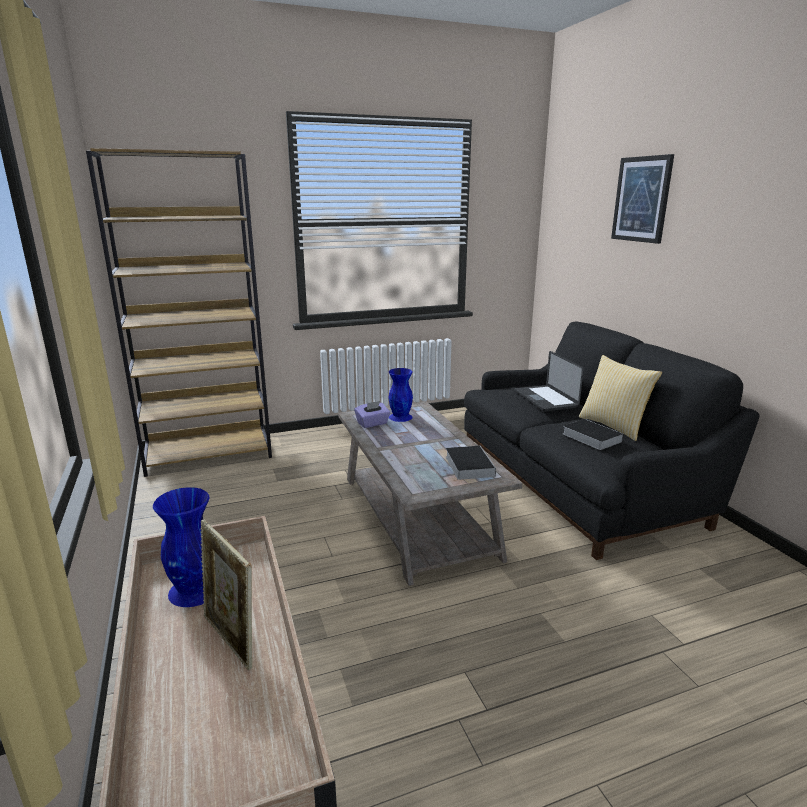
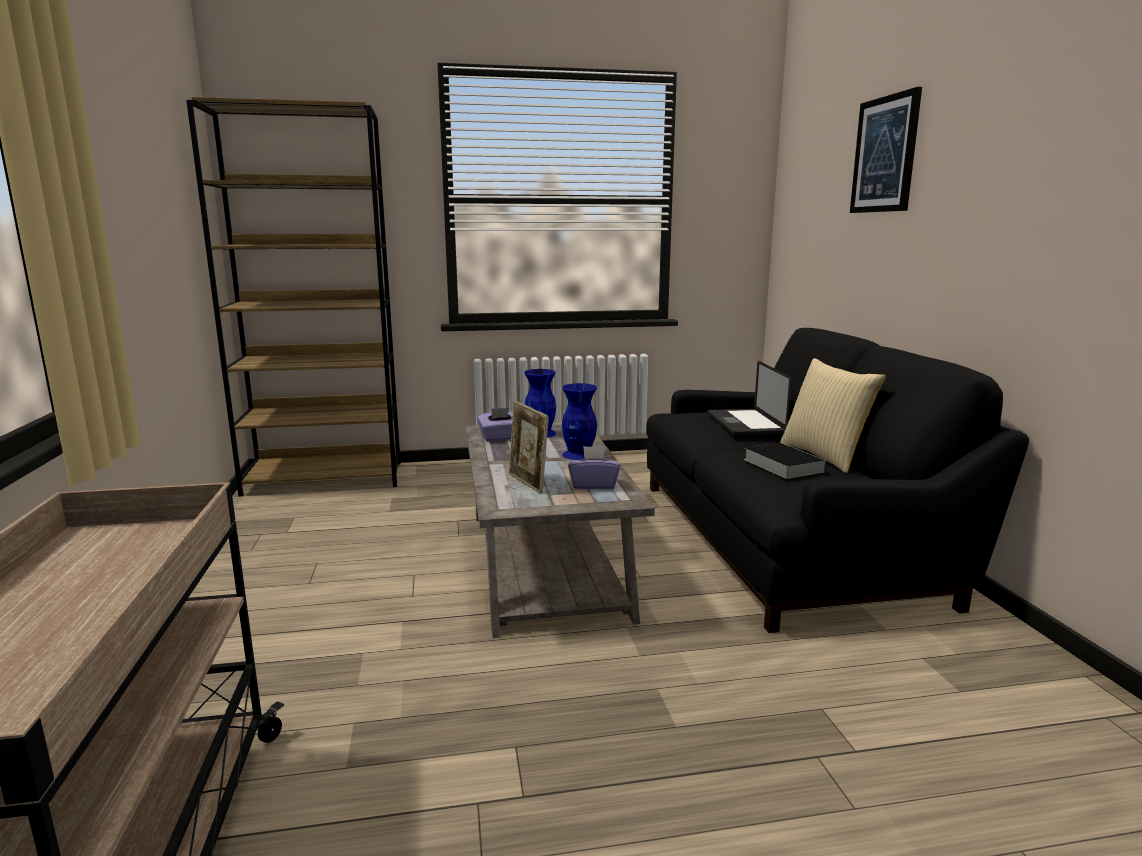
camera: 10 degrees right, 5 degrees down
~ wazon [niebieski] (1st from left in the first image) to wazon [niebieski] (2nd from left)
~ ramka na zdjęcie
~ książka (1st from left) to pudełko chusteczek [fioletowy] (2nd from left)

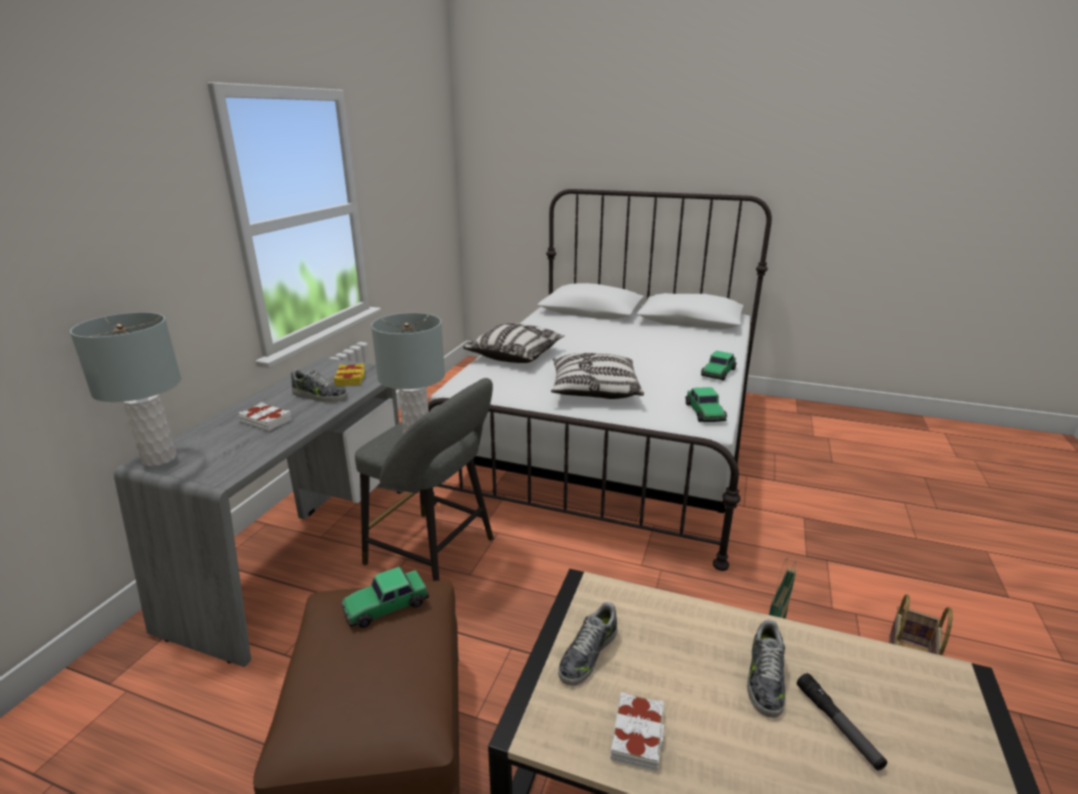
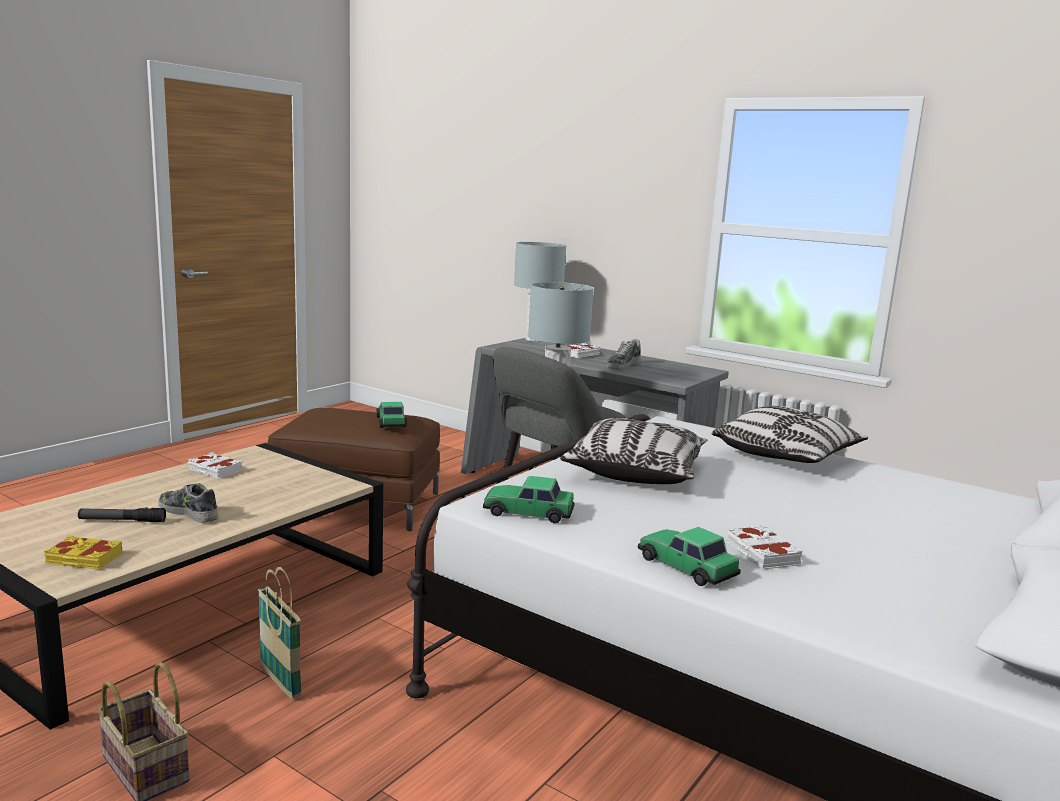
camera: 105 degrees right, 10 degrees down
~ książka [żółty]
- but (2nd from left)
+ książka [biały] (3rd from left)

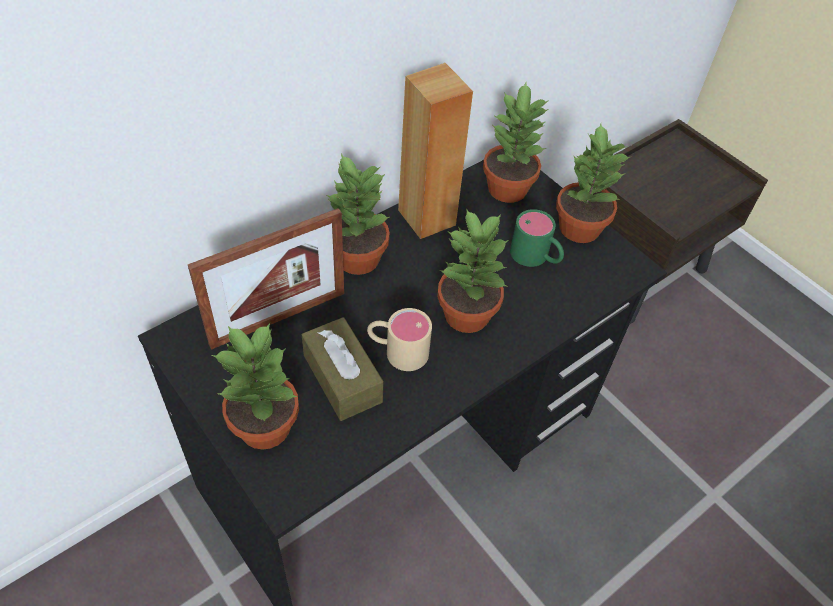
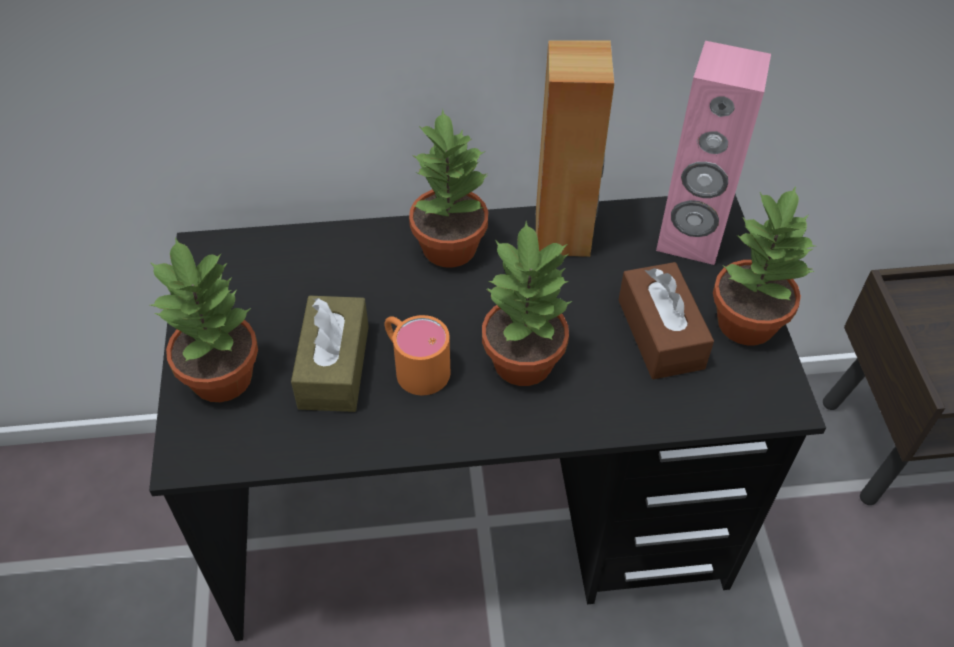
camera: 35 degrees right, 0 degrees up
- ramka na zdjęcie
~ kubek [beżowy] to kubek [pomarańczowy]
~ roślina doniczkowa (4th from left) to głośnik [różowy]
~ kubek [zielony] to pudełko chusteczek [brązowy] (2nd from left)

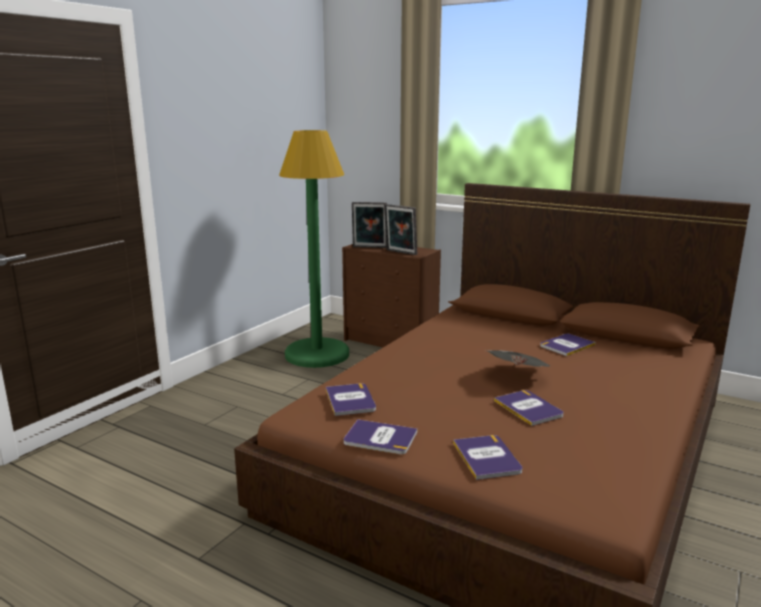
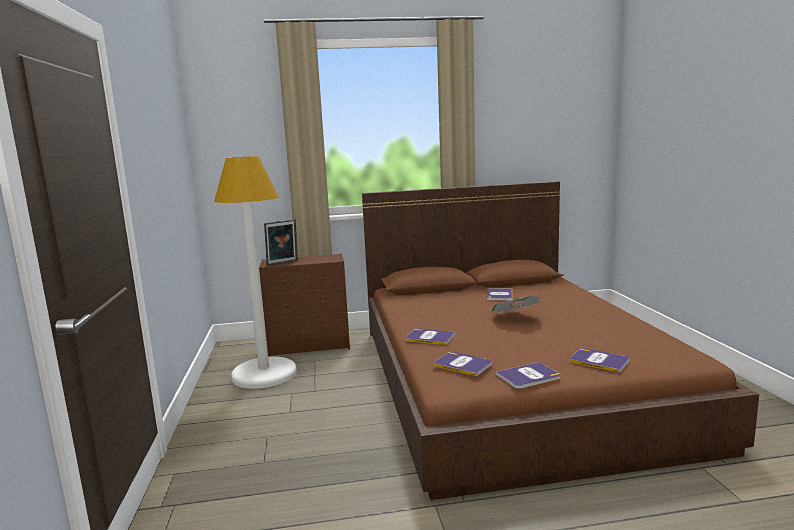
camera: 40 degrees left, 5 degrees down
~ lampa stojąca [zielony] to lampa stojąca [biały]
- ramka na zdjęcie (2nd from left)
~ książka (4th from left in the first image) to książka (1st from left)

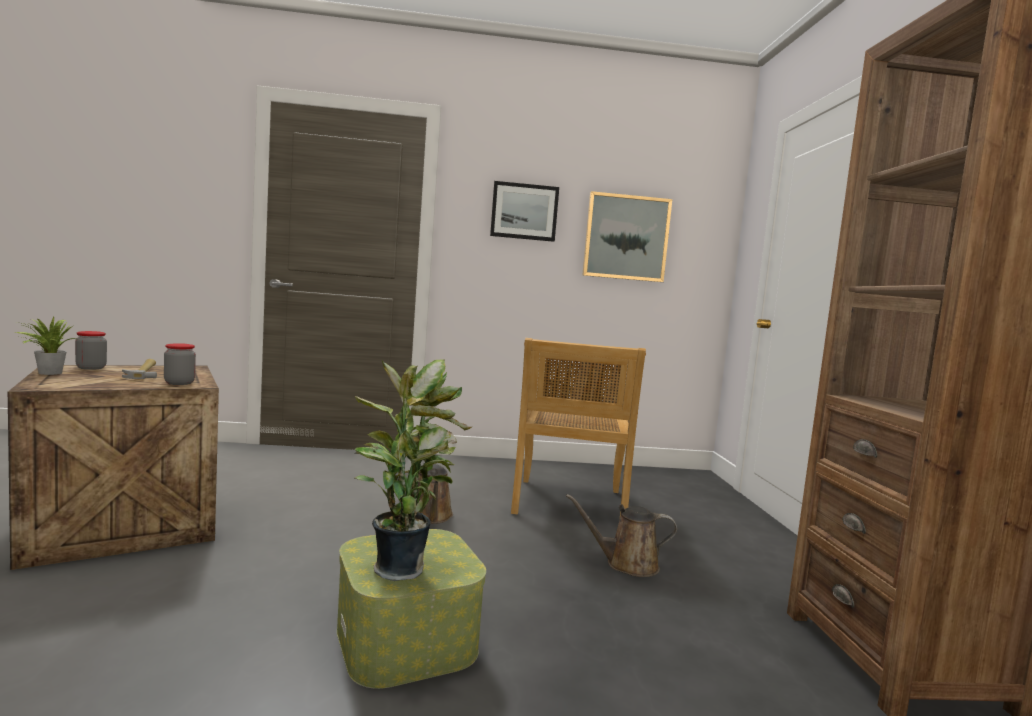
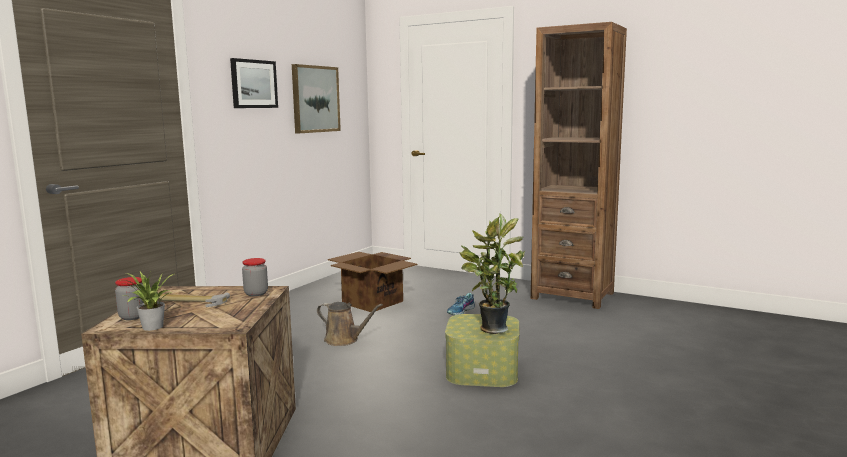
camera: 55 degrees left, 5 degrees up
~ krzesło [beżowy] to karton
~ konewka [brązowy] (2nd from left) to but

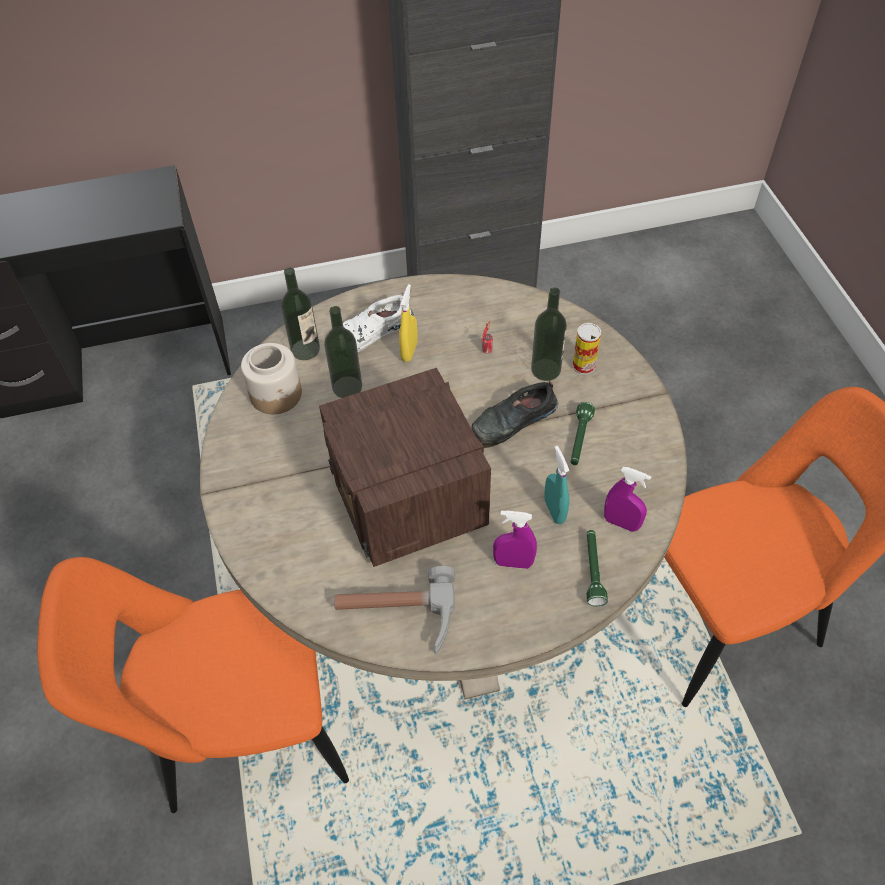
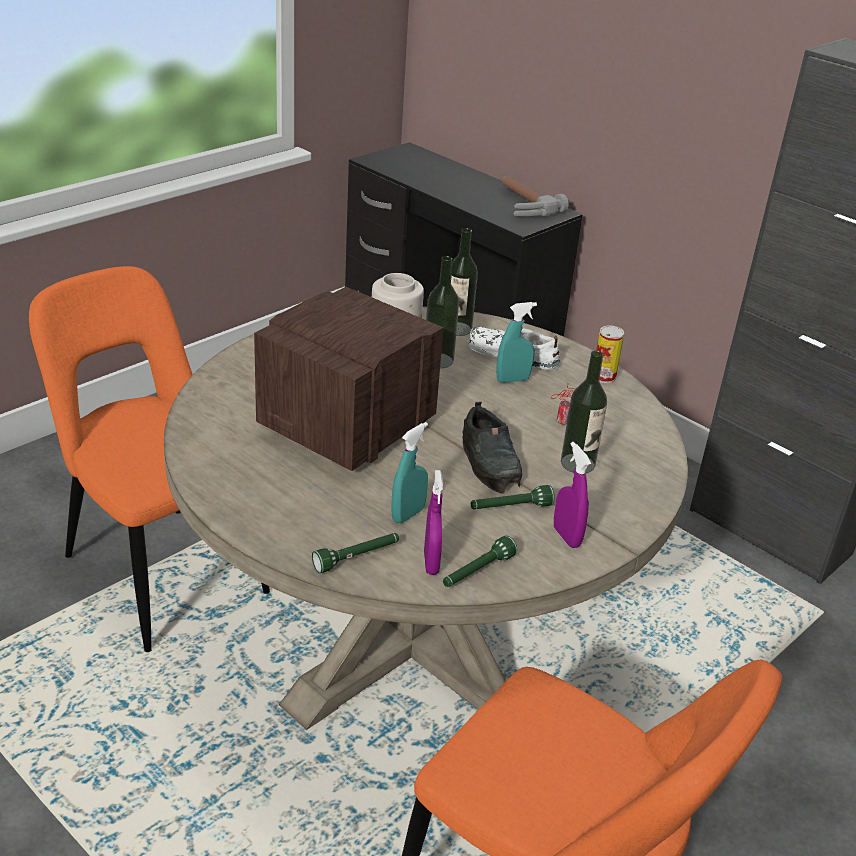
camera: 55 degrees right, 20 degrees down
~ młotek
~ spryskiwacz [żółty] to spryskiwacz [turkusowy] (2nd from left)
~ but [czarny] 135 degrees counterclockwise
~ spryskiwacz [fioletowy] (1st from left in the first image) to spryskiwacz [fioletowy] (2nd from left)
~ puszka (2nd from left)
+ latarka [zielony] (2nd from left)

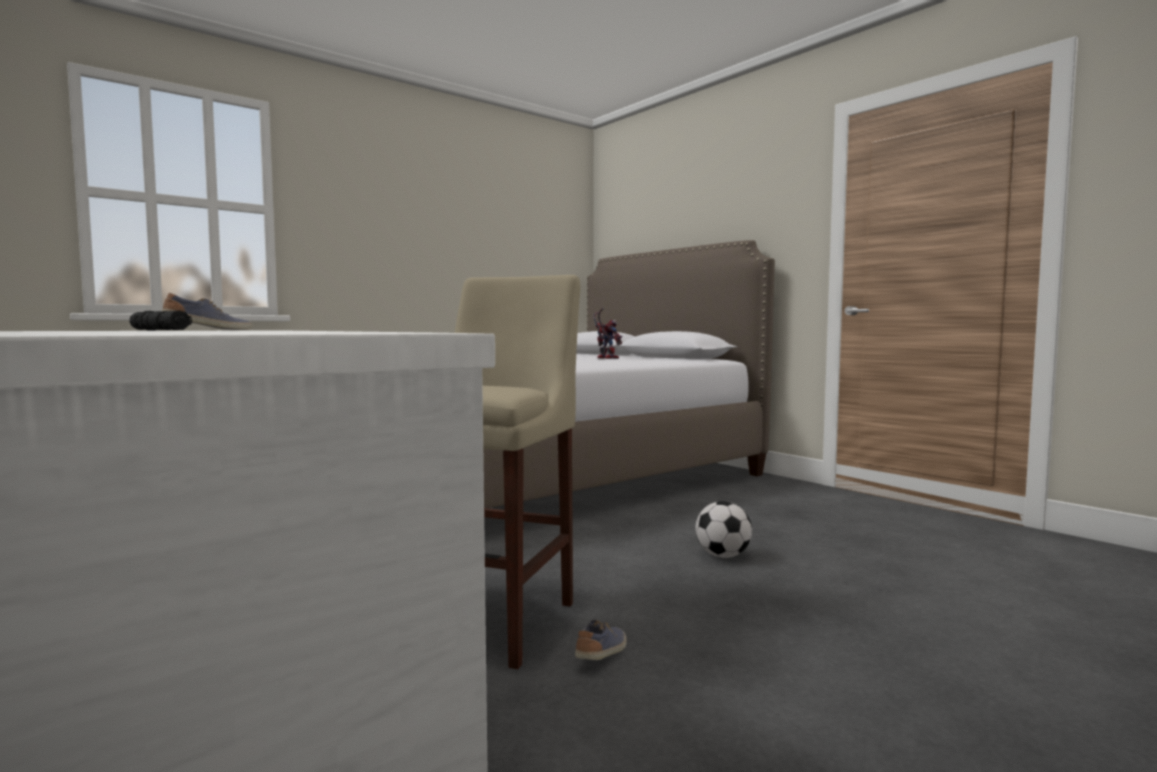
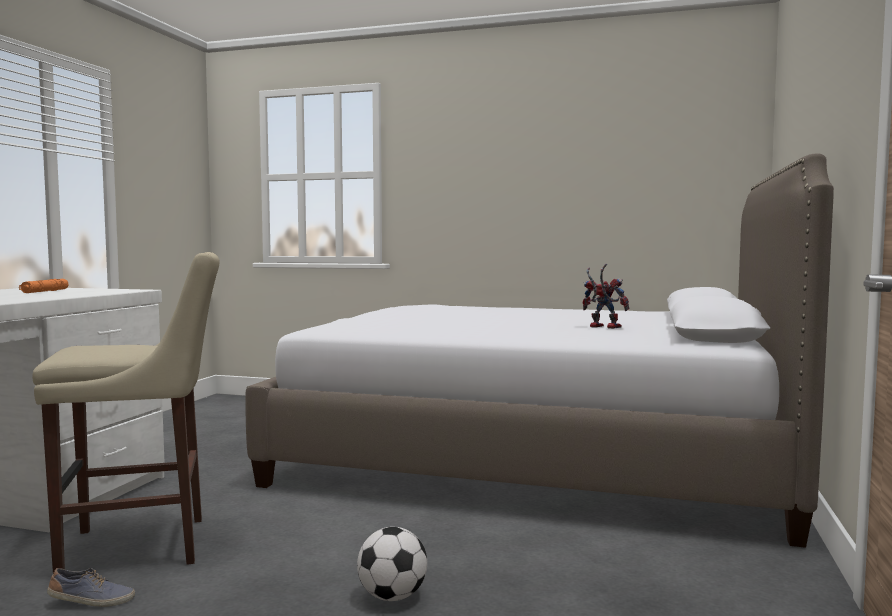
camera: 55 degrees right, 0 degrees up
~ latarka [czarny] to latarka [pomarańczowy]
- but (1st from left)
~ robot zabawkowy 75 degrees counterclockwise

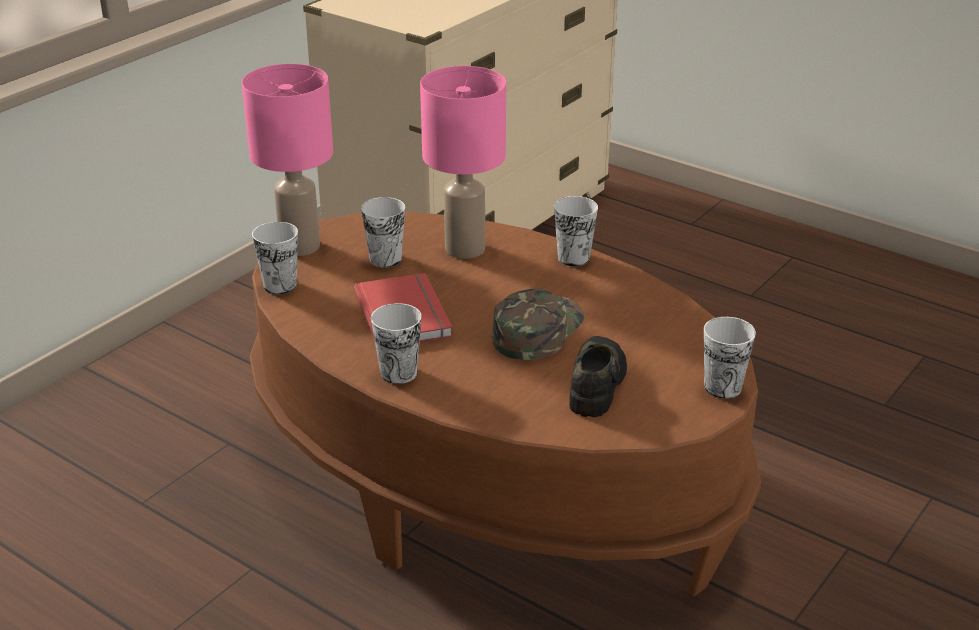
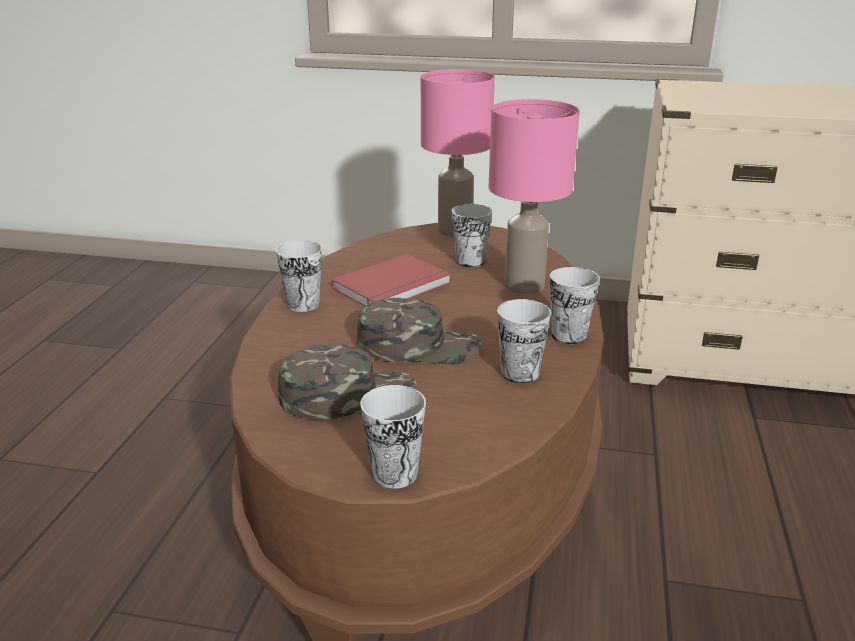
camera: 65 degrees right, 5 degrees down
~ filiżanka (1st from left in the first image) to filiżanka (4th from left)
~ but [czarny] to czapka z daszkiem [zielony] (1st from left)

